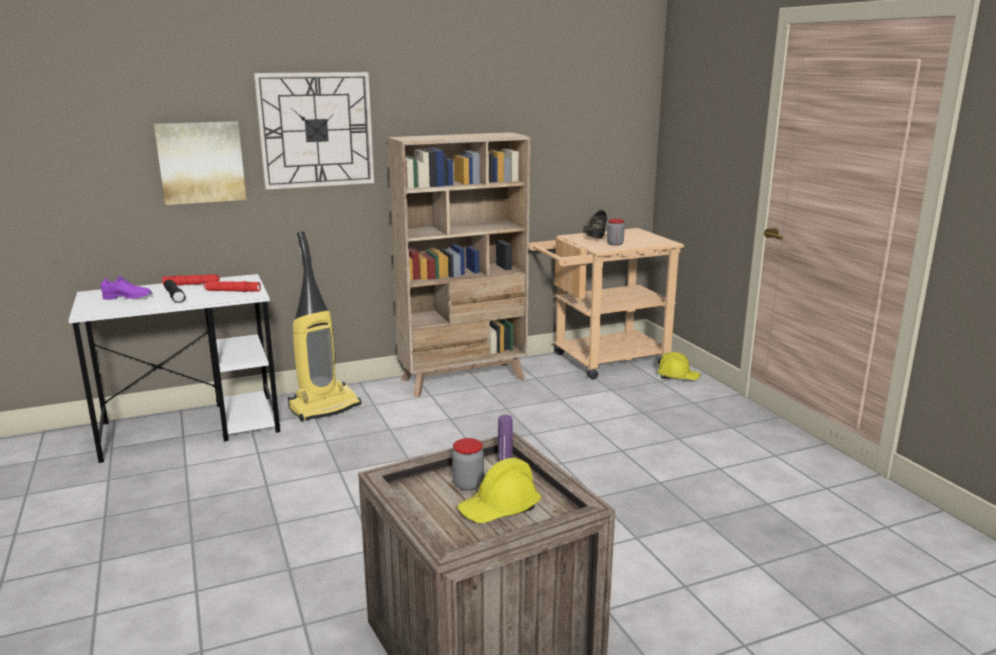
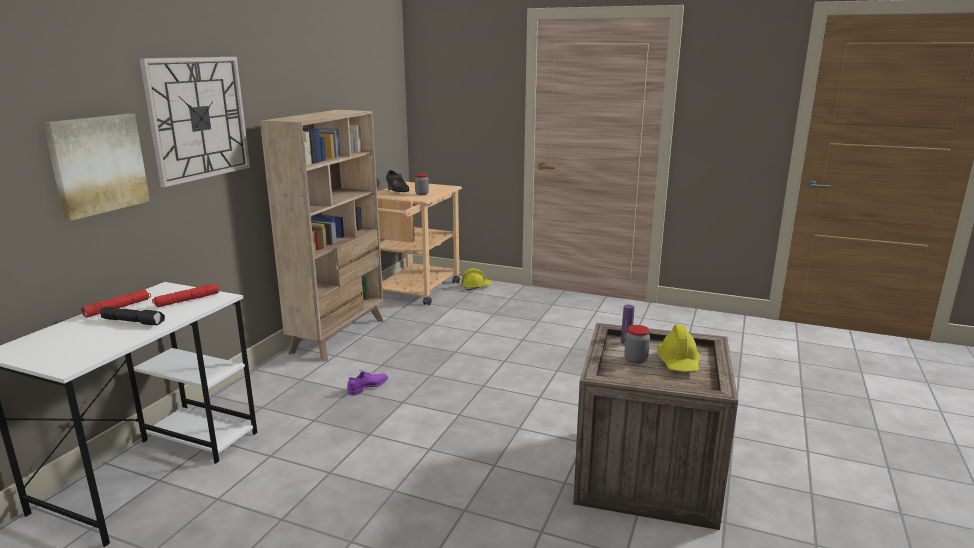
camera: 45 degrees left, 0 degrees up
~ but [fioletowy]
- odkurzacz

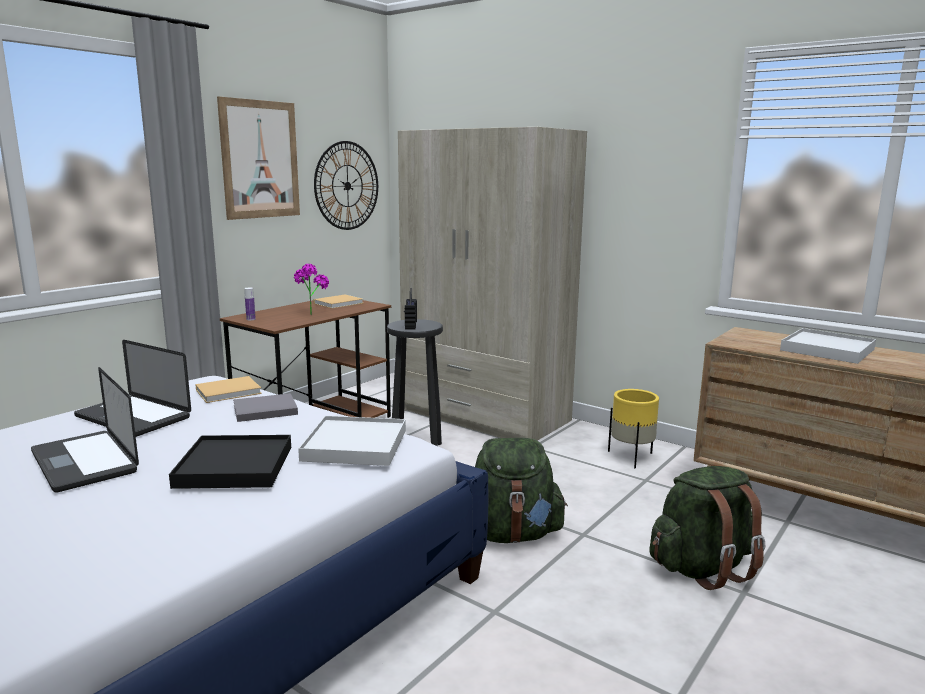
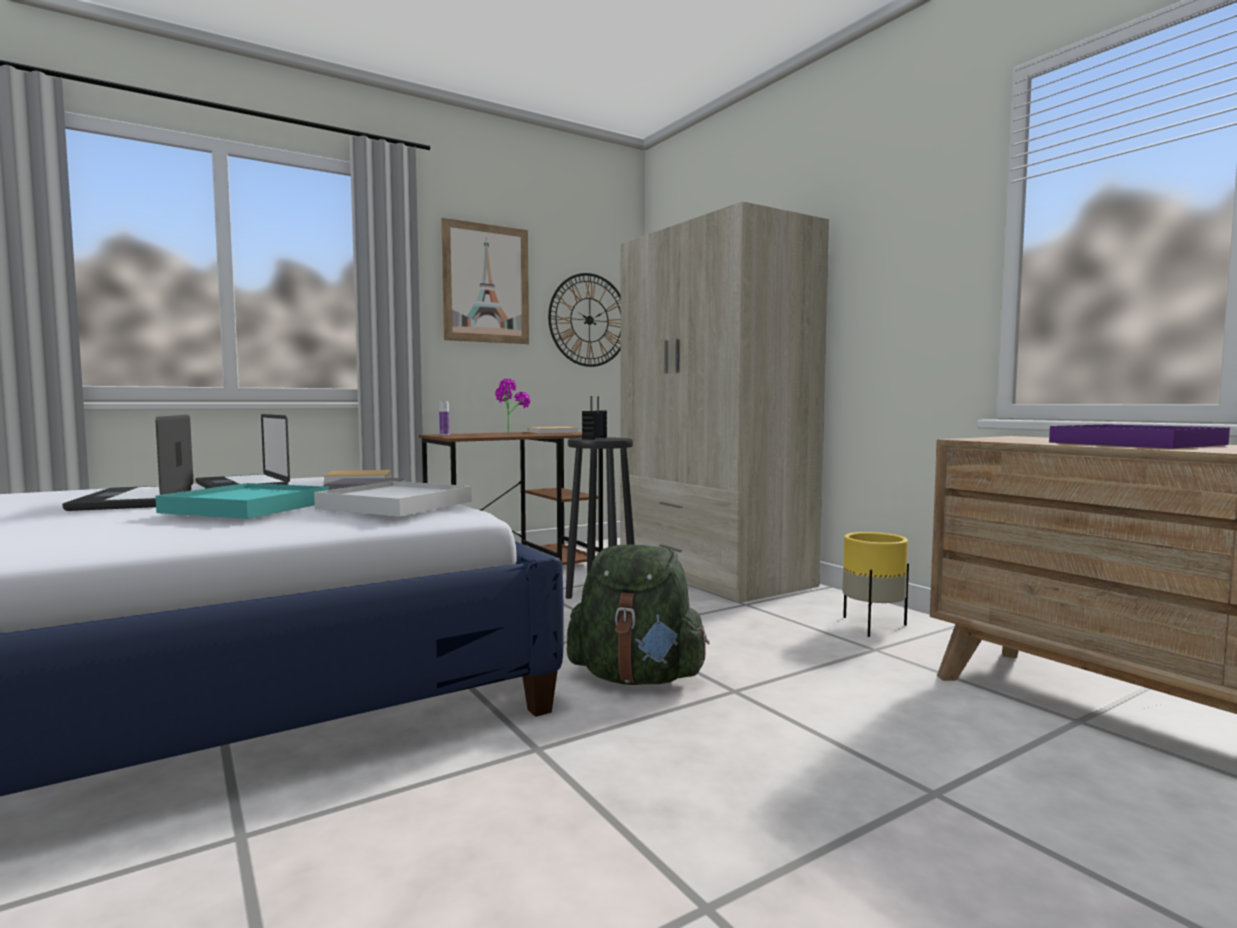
camera: 20 degrees right, 10 degrees down
~ taca [czarny] to taca [turkusowy]
- plecak [zielony] (2nd from left)
~ taca [biały] (2nd from left) to taca [fioletowy]

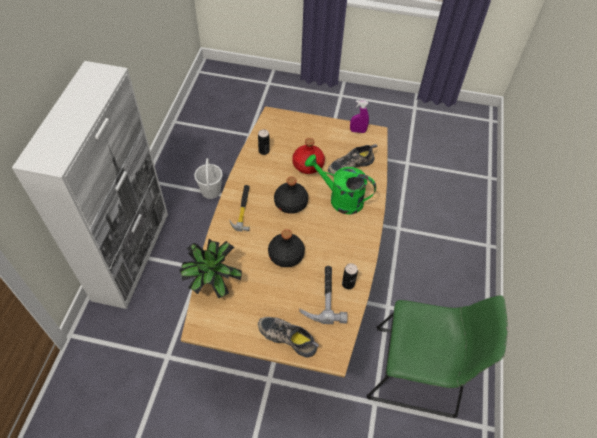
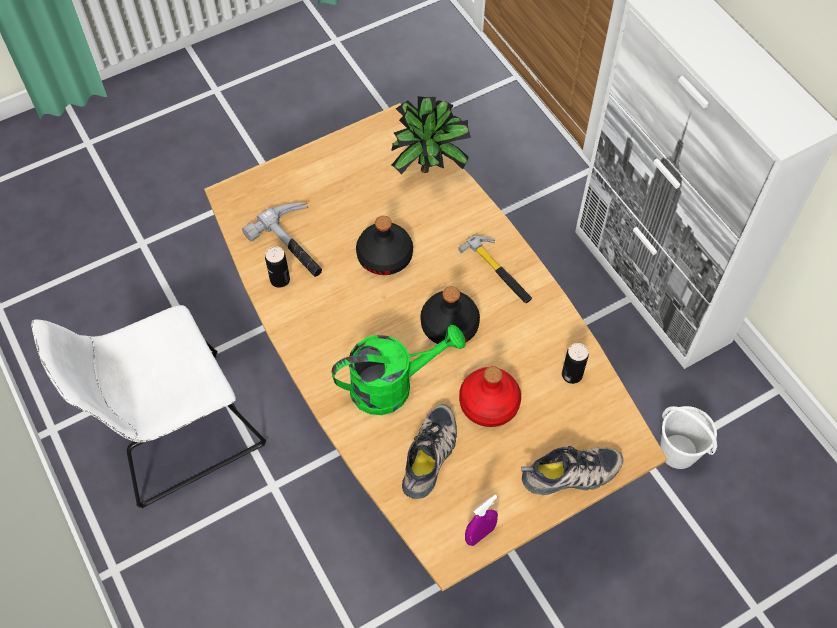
camera: 140 degrees right, 5 degrees up
~ but (1st from left in the first image) to but (2nd from left)
~ krzesło [zielony] to krzesło [biały]

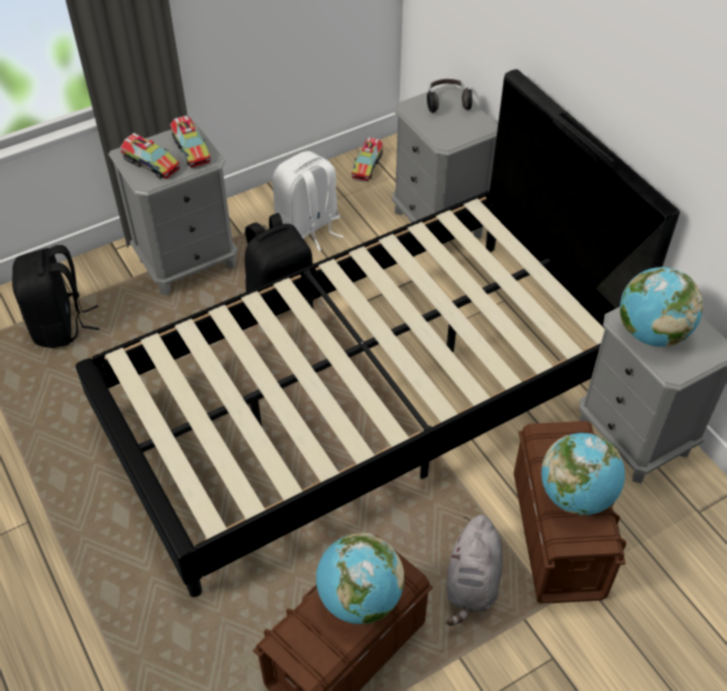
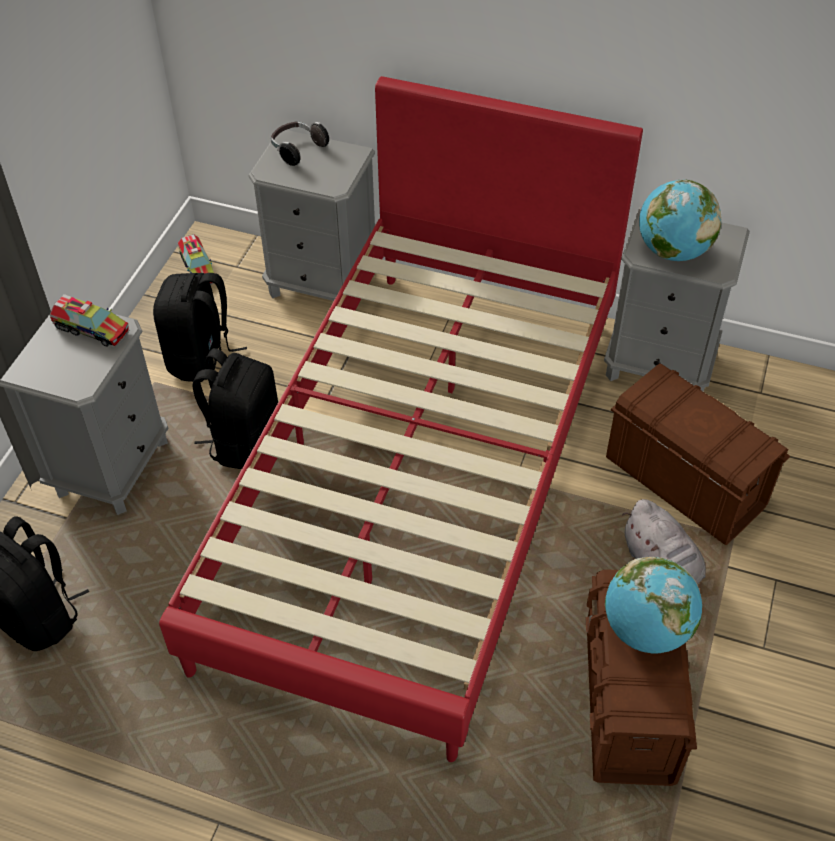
camera: 40 degrees left, 0 degrees up
~ łóżko [czarny] to łóżko [czerwony]
- ciężarówka zabawkowa (1st from left)
~ plecak [biały] to plecak [czarny] (2nd from left)
- globus (2nd from left)

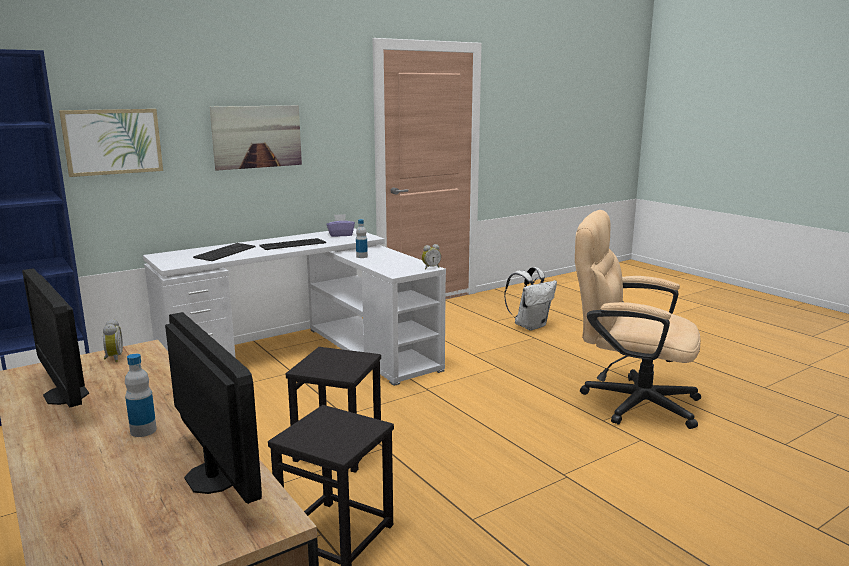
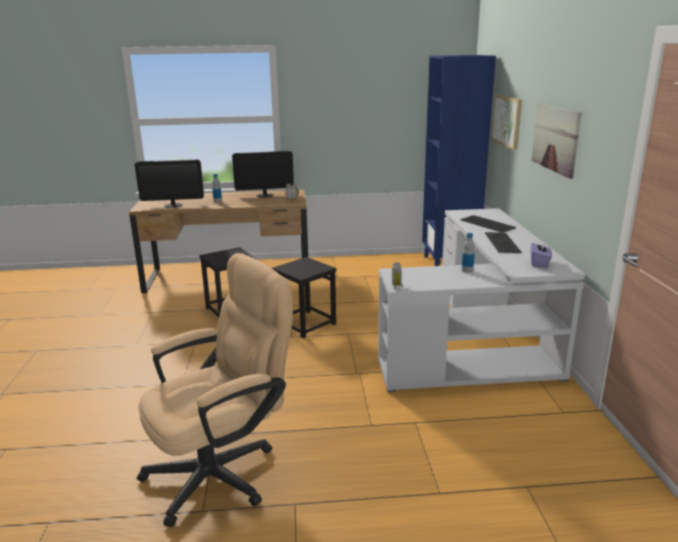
camera: 120 degrees right, 5 degrees up
- plecak [biały]

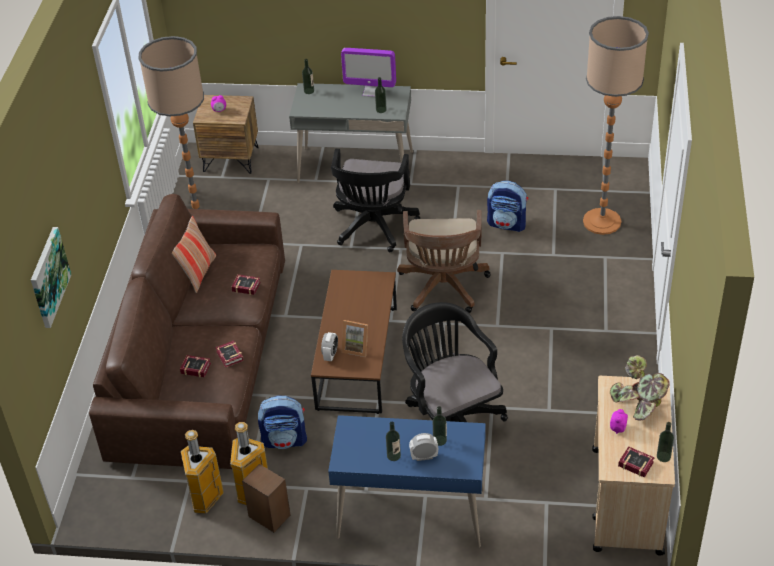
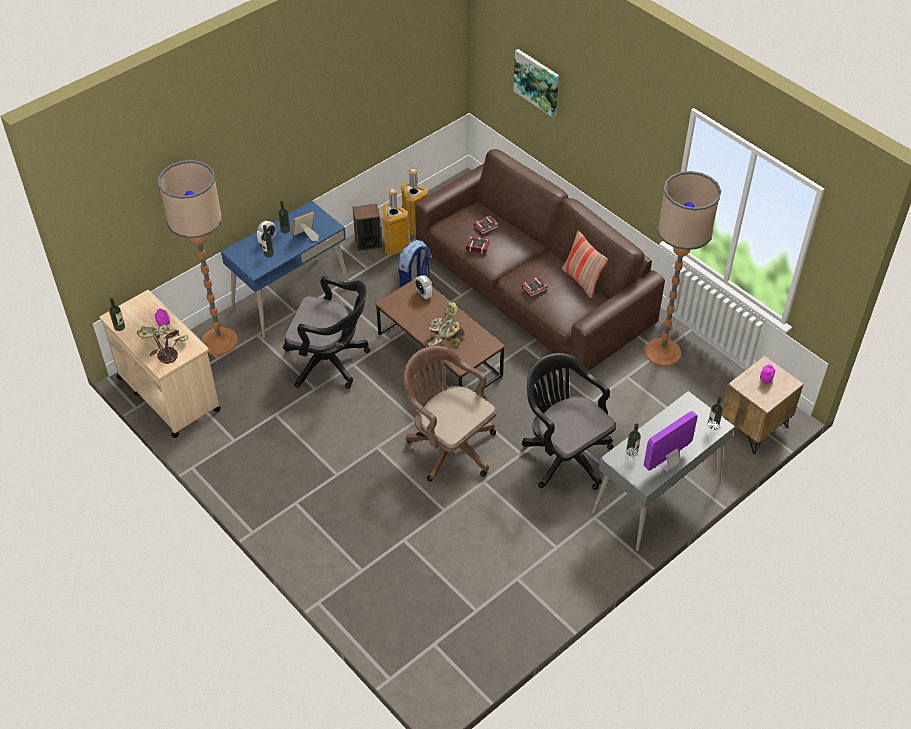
camera: 130 degrees right, 5 degrees up
~ ramka na zdjęcie
- plecak (2nd from left)
~ lampa stojąca (2nd from left in the first image) to lampa stojąca (1st from left)
- książka (4th from left)
+ roślina doniczkowa (2nd from left)

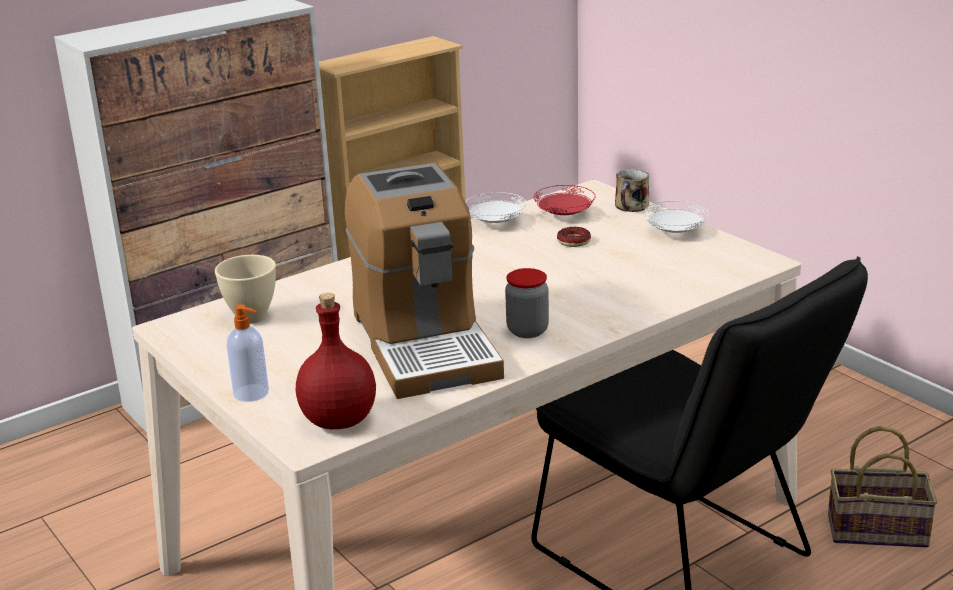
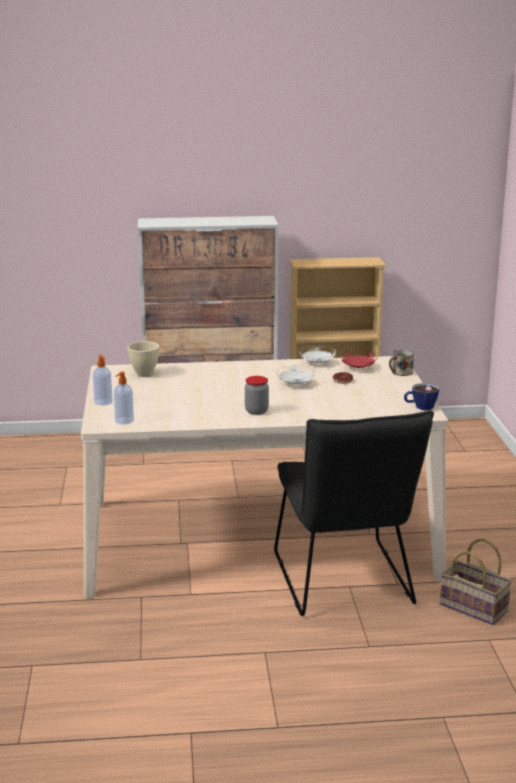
camera: 30 degrees right, 5 degrees down
~ butelka [czerwony] to dozownik mydła (2nd from left)
- ekspres do kawy
~ talerz [biały] (2nd from left in the first image) to talerz [biały] (1st from left)
+ filiżanka

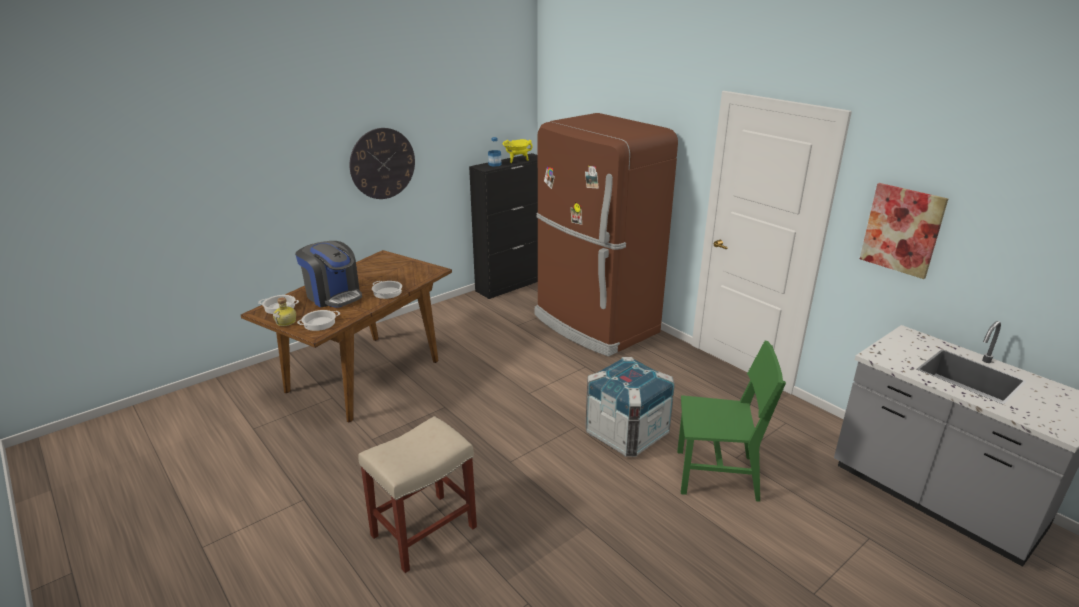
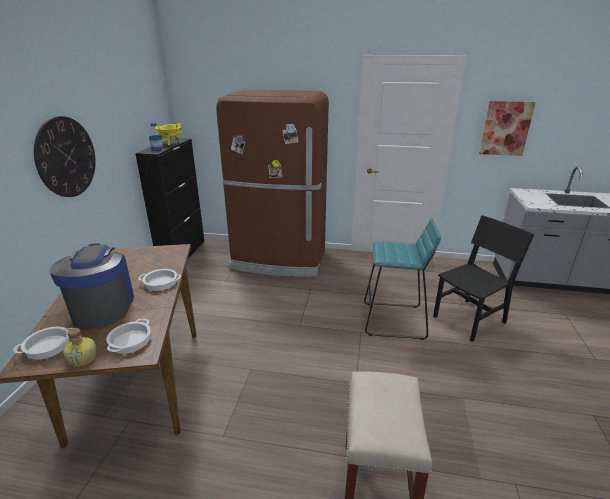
camera: 40 degrees left, 0 degrees up
~ ekspres do kawy 105 degrees counterclockwise
~ skrzynka to stołek [turkusowy]
~ krzesło [zielony] to krzesło [czarny]

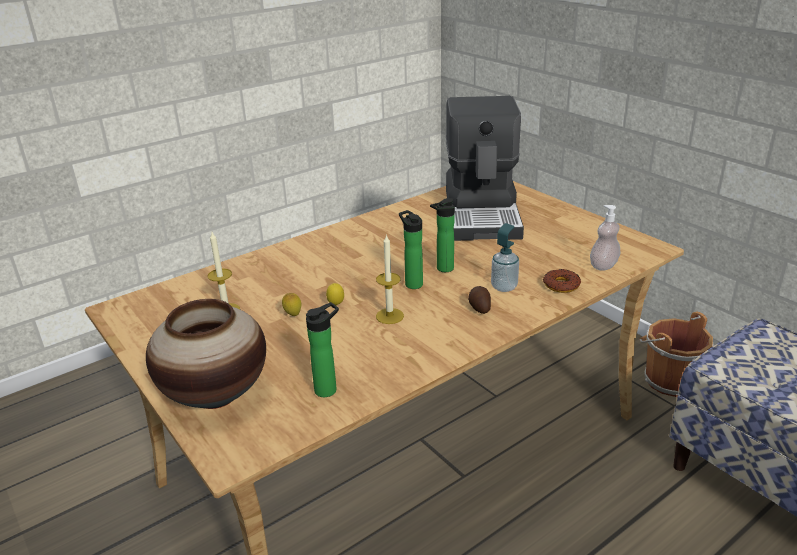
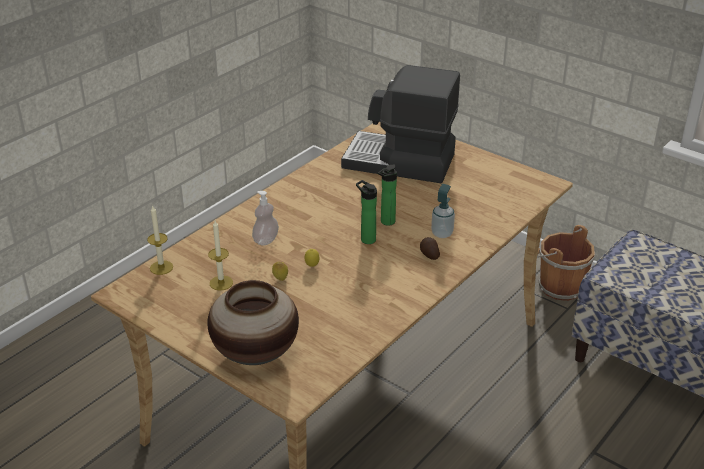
camera: 15 degrees left, 5 degrees up
- butelka (1st from left)
~ świeca (2nd from left in the first image) to świeca (1st from left)
~ ekspres do kawy 120 degrees clockwise
- donut
~ dozownik mydła (2nd from left in the first image) to dozownik mydła (1st from left)

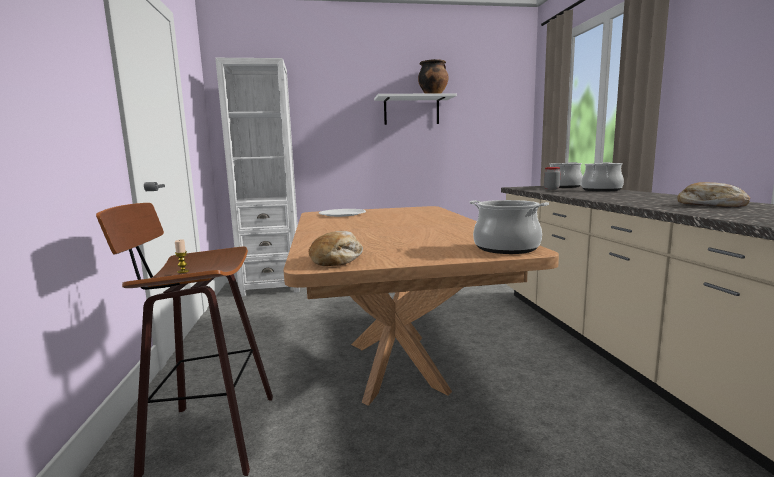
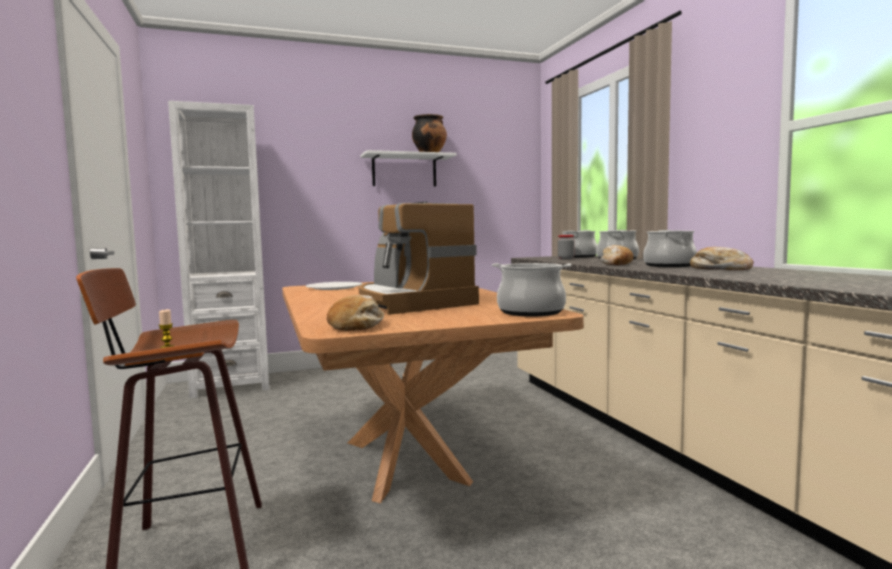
camera: 10 degrees left, 5 degrees down
+ ekspres do kawy
+ chleb (2nd from left)
+ garnek (5th from left)

